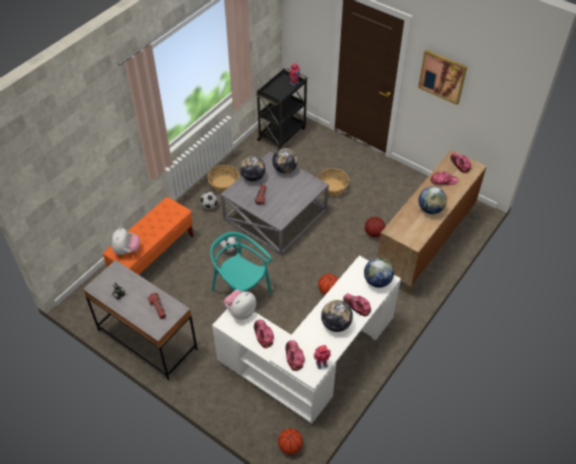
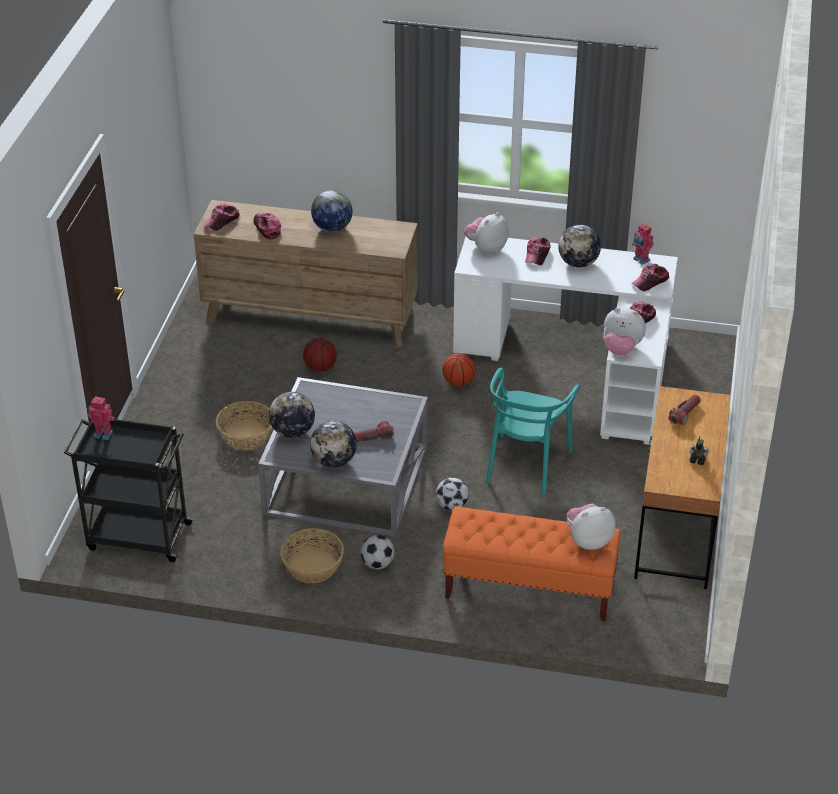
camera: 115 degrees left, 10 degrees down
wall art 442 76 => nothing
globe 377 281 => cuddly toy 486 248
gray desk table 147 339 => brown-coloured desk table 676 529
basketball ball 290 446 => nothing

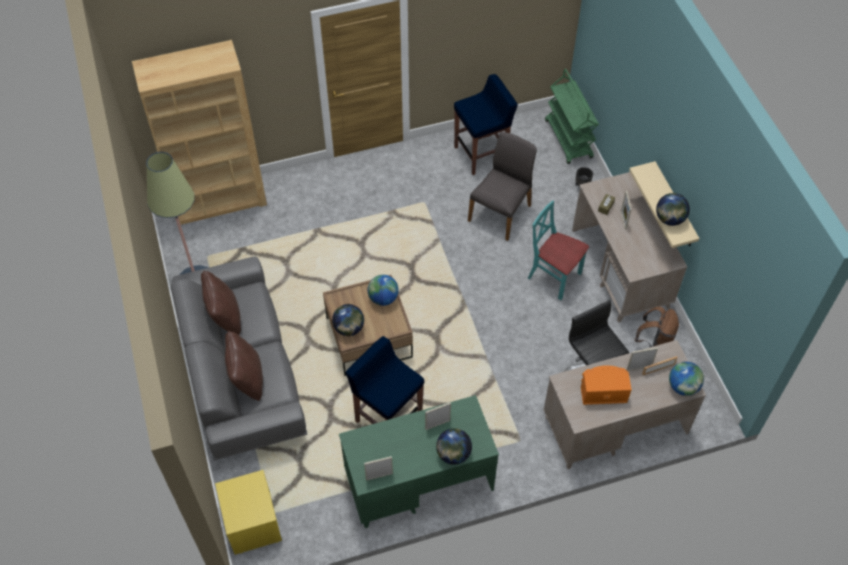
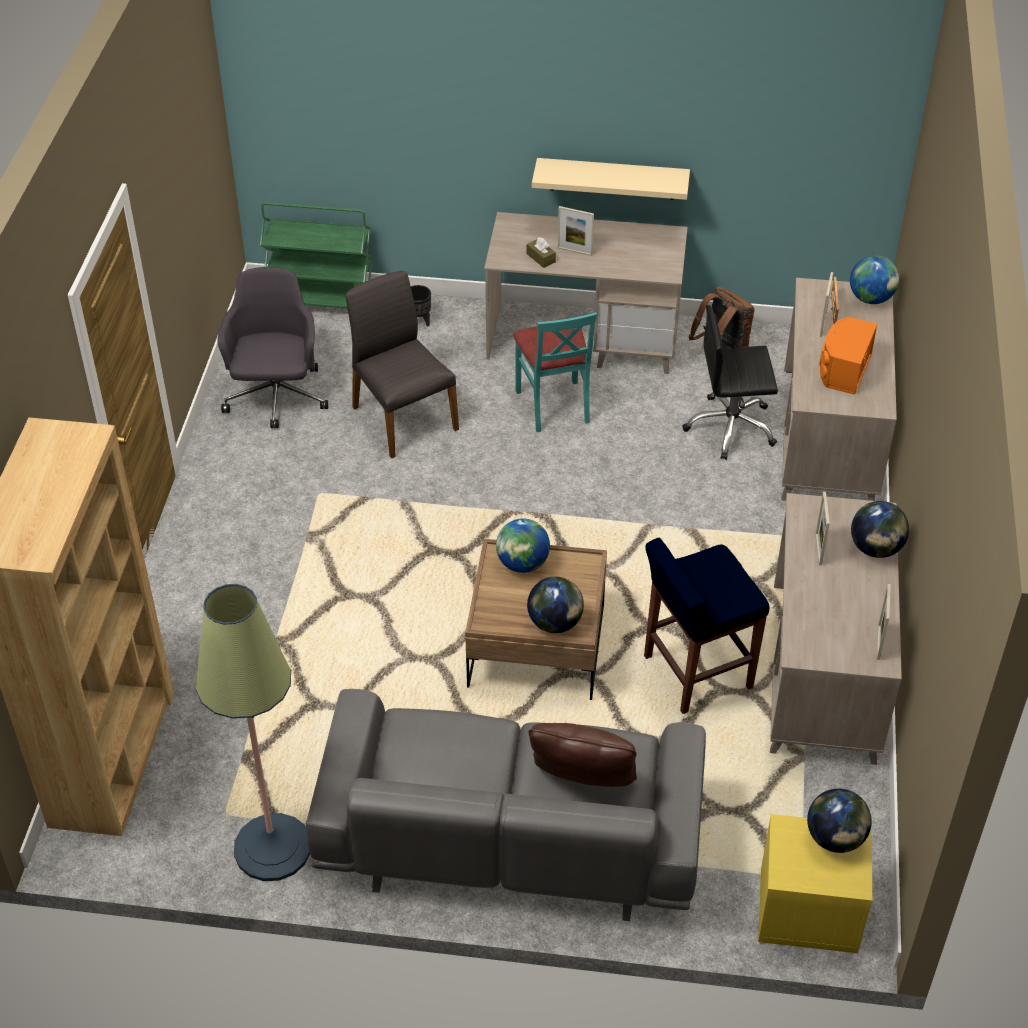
camera: 65 degrees left, 10 degrees down
blue stool 482 154 => gray desk chair 277 398
globe 669 219 => globe 835 838, shifted
blue-green chair 554 276 => blue-green chair 554 405, 75 degrees counterclockwise
brown-coloured throw pillow 225 317 => nothing
green-coloured desk table 418 482 => beige-coloured desk table 824 674

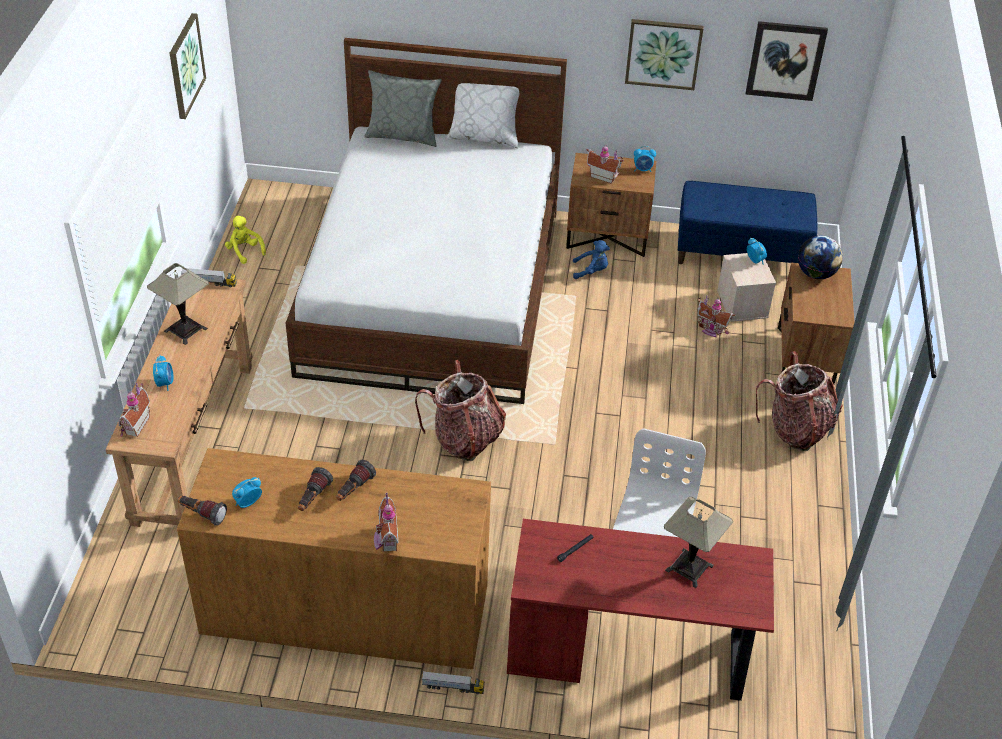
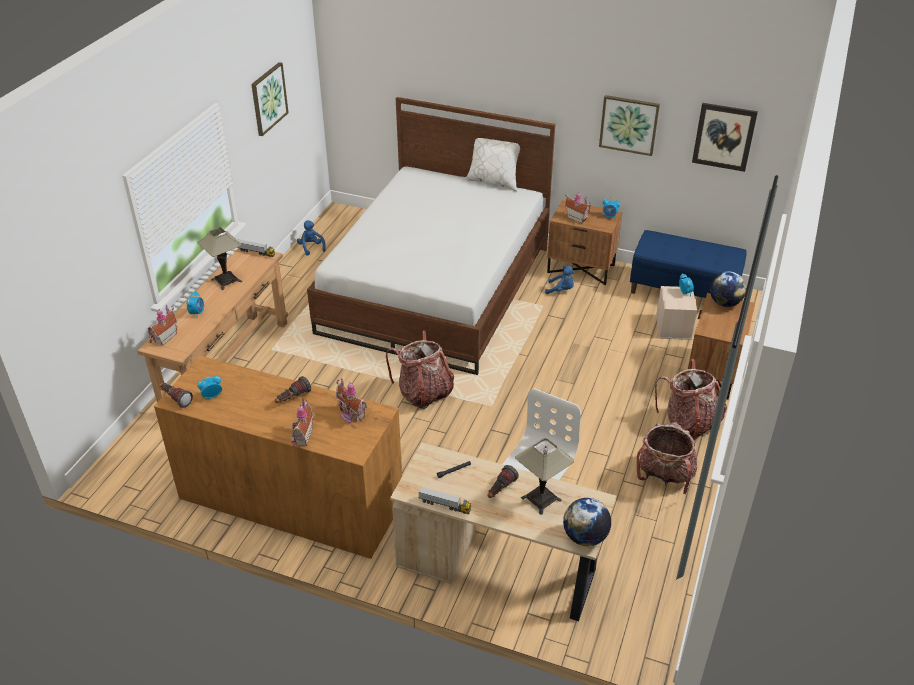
camera: 15 degrees right, 5 degrees down
gray throw pillow 403 135 => nothing
yellow cuddly toy 244 251 => blue cuddly toy 311 247
model house 711 329 => model house 350 415, shifted
flashlight 313 498 => flashlight 500 490, shifted
red-coloured desk table 631 652 => beige-coloured desk table 499 568
model truck 453 687 => model truck 444 505, shifted
nothing => rucksack 664 476
nothing => globe 585 537

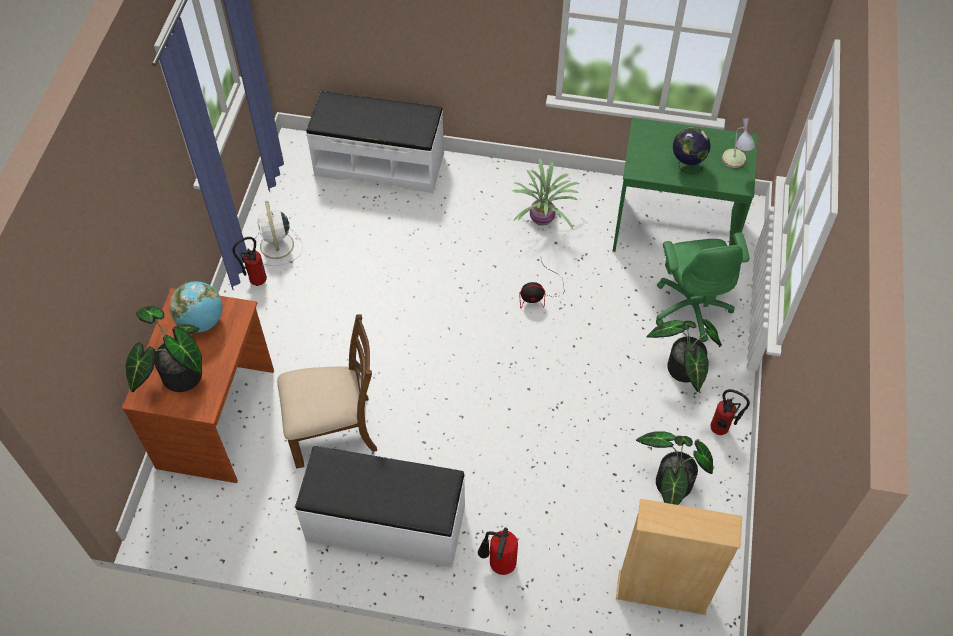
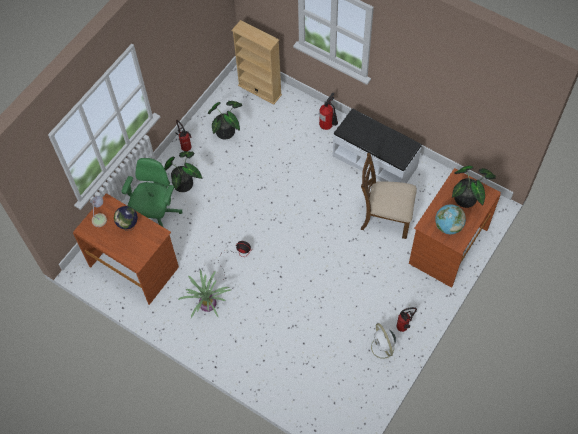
camera: 155 degrees left, 5 degrees up
white long seat 379 163 => nothing
green-coloured desk table 673 232 => brown-coloured desk table 135 266
white electric fan 277 246 => white electric fan 383 348, 150 degrees clockwise

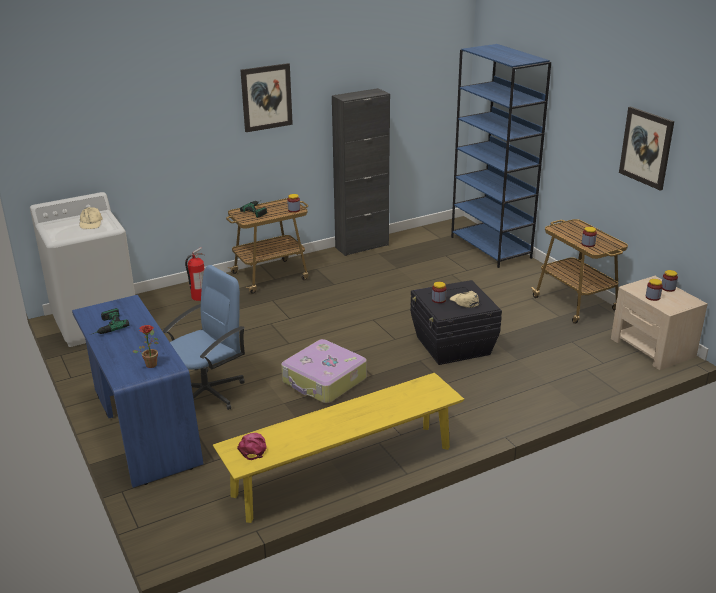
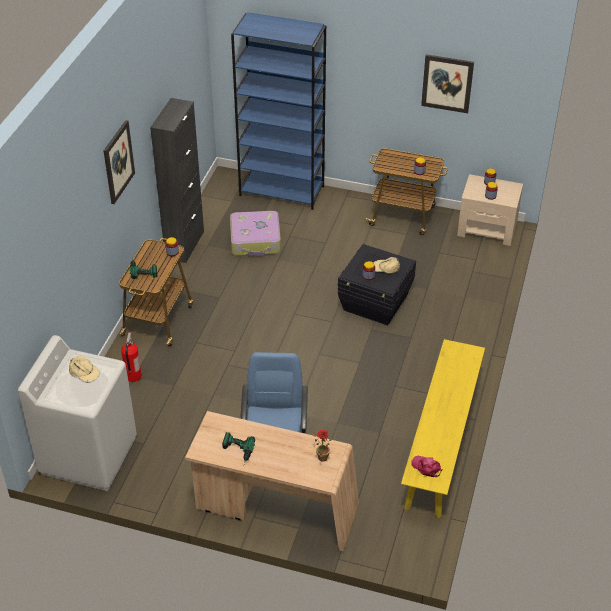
camera: 45 degrees left, 15 degrees up
blue desk table 142 427 => beige-coloured desk table 275 509
travel case 324 381 => travel case 256 240, shifted

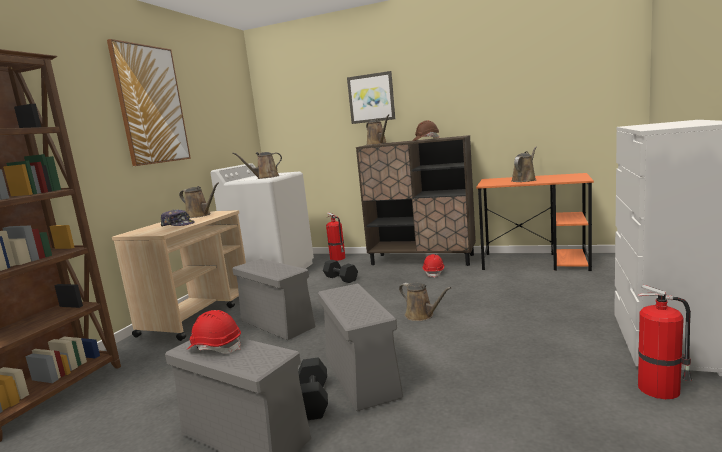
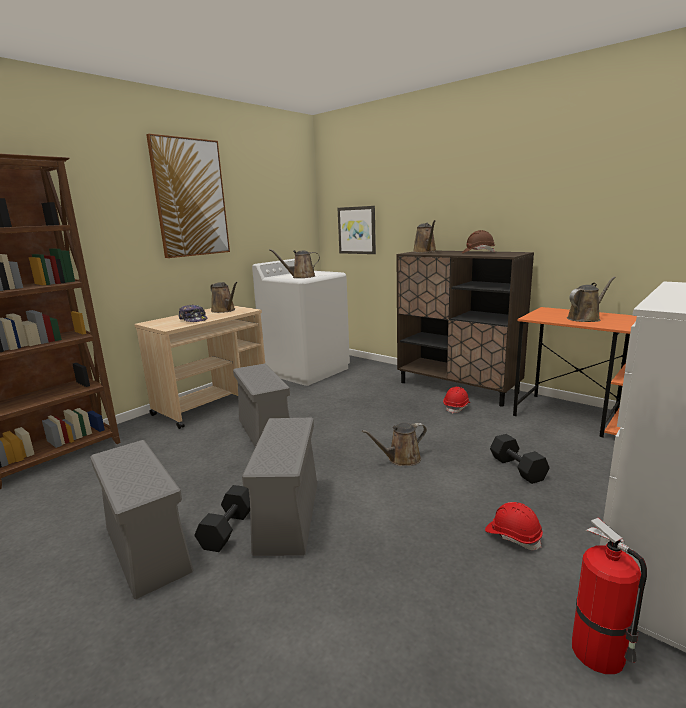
camera: 20 degrees right, 5 degrees up
wall art 371 98 => wall art 357 230, shifted
extinguisher 338 258 => nothing
black-coloured free weight 341 278 => black-coloured free weight 518 468, shifted
brown-coloured sprinkling can 421 315 => brown-coloured sprinkling can 401 459, 90 degrees clockwise
red-coloured safety helmet 215 347 => red-coloured safety helmet 513 536, shifted

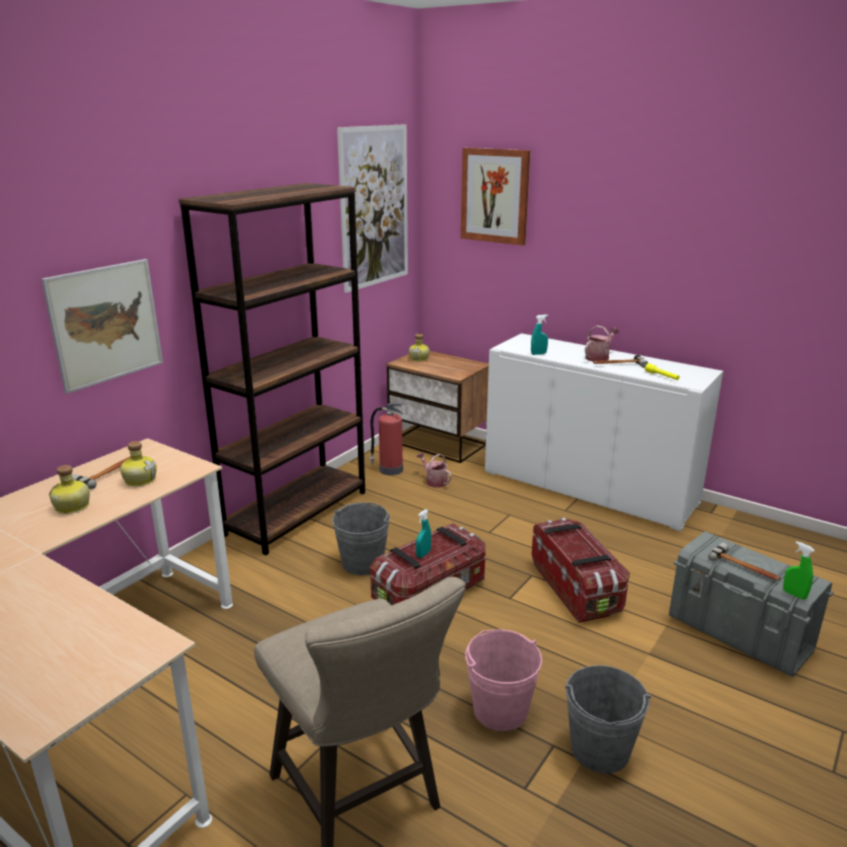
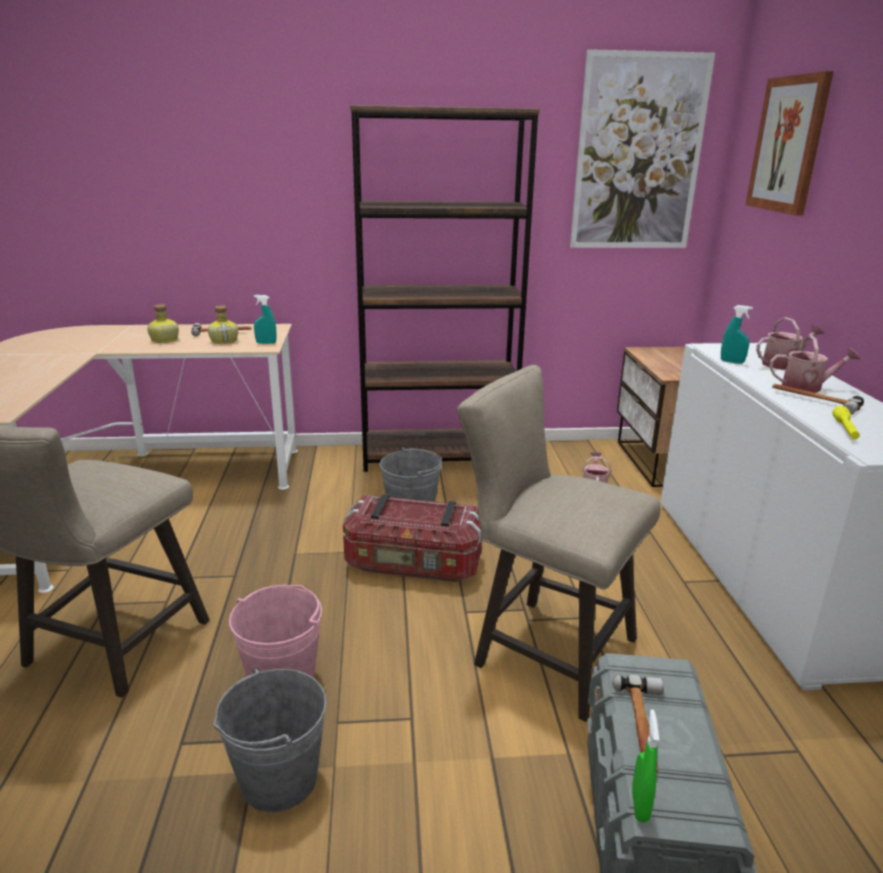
camera: 50 degrees right, 0 degrees up
wall art 106 324 => nothing
beverage bottle 419 359 => nothing
extinguisher 390 469 => nothing
blue-green hand sprayer 423 554 => blue-green hand sprayer 266 343, shifted
storage bin 576 588 => beige-coloured stool 544 649
nothing => sprinkling can 783 364

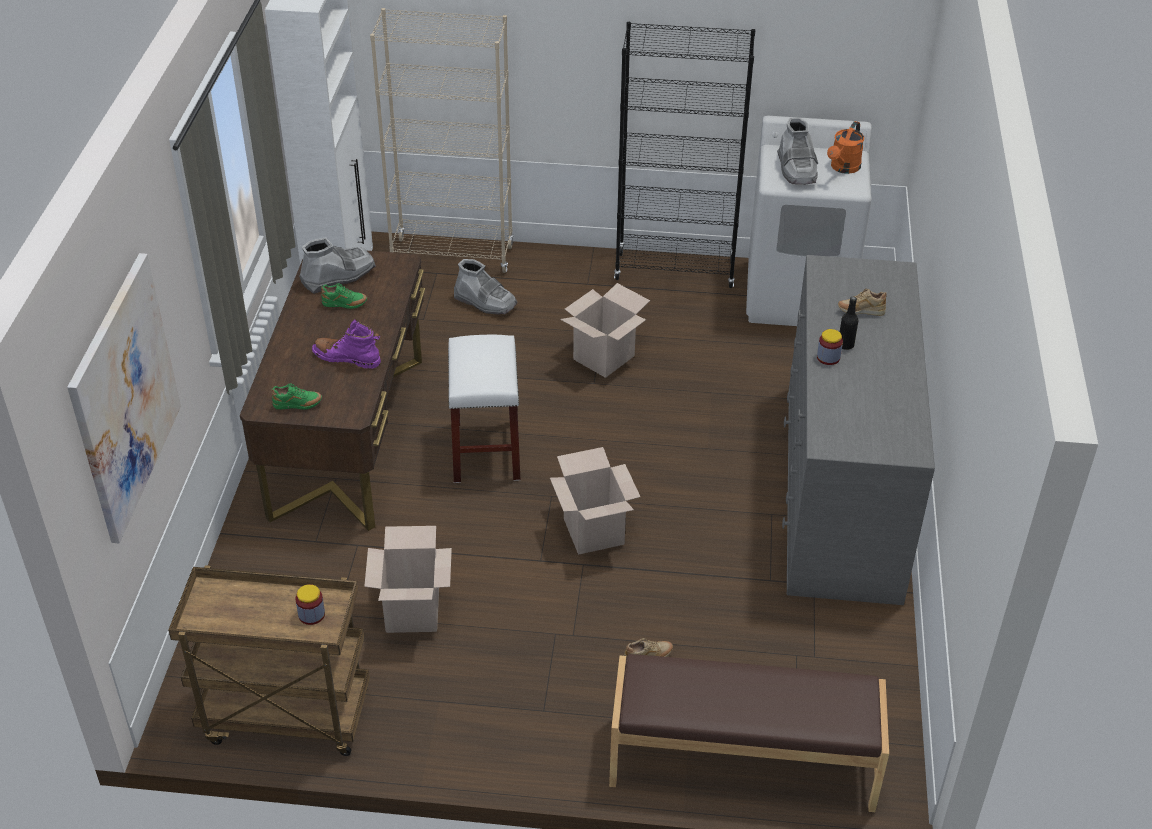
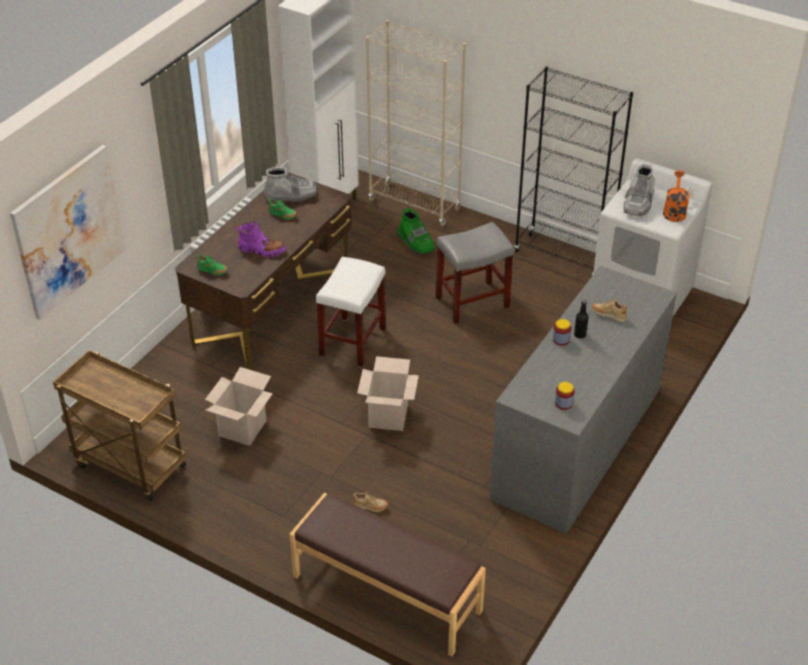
camera: 25 degrees right, 0 degrees up
orange sprinkling can 843 168 => orange sprinkling can 674 211, 135 degrees clockwise
gray boot 485 302 => green-coloured boot 416 243
carton 604 357 => gray stool 471 303
purplish boot 347 358 => purplish boot 261 250, 150 degrees clockwise
preserve jar 311 614 => preserve jar 563 403, shifted

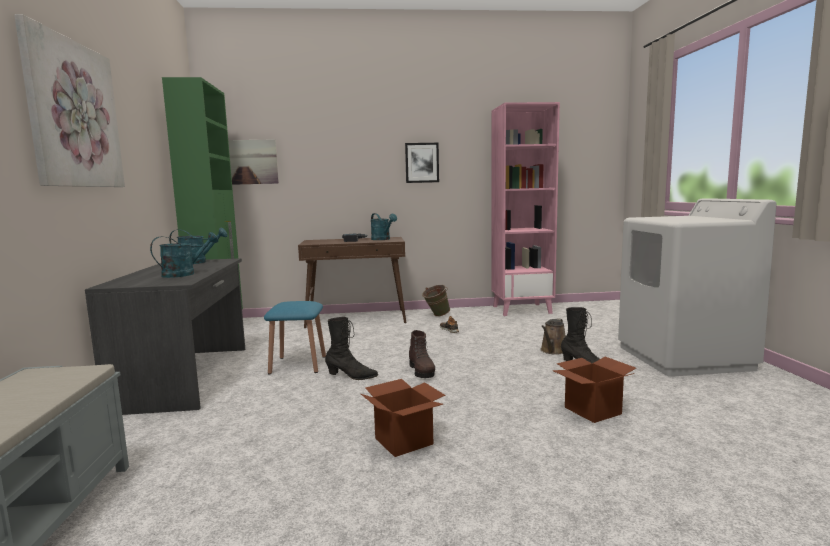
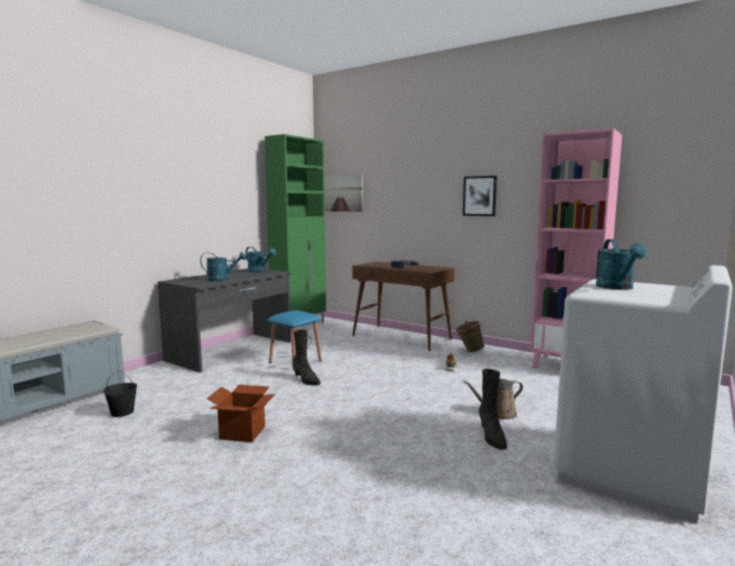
camera: 40 degrees right, 0 degrees up
wall art 74 114 => nothing
blue-green sprinkling can 382 239 => blue-green sprinkling can 617 288, shifted
brown-coloured boot 421 371 => nothing
carton 593 411 => nothing
nothing => black-coloured bucket 122 412

